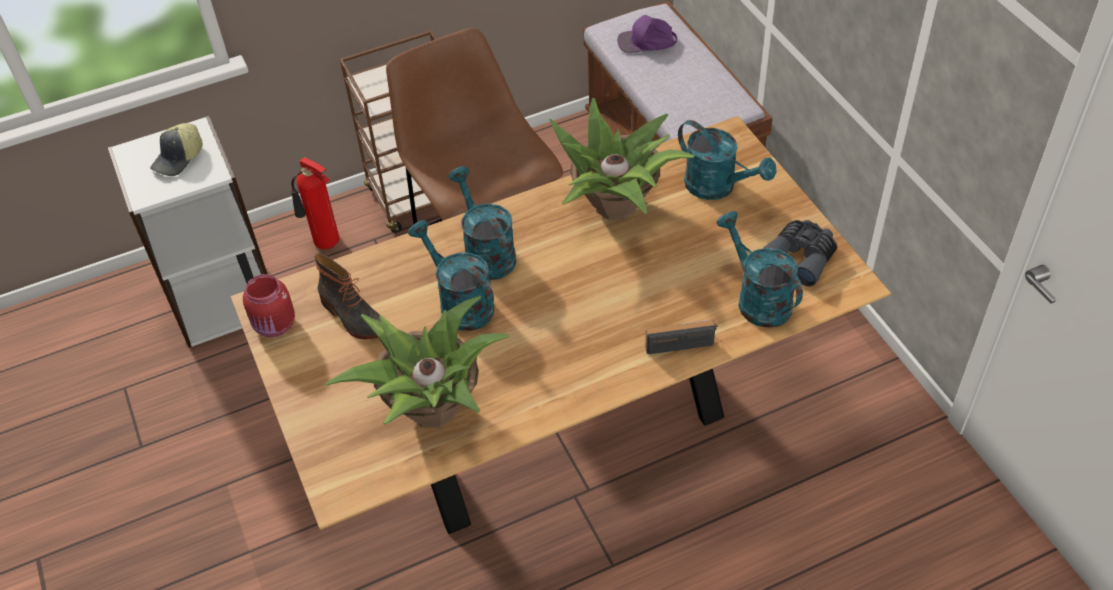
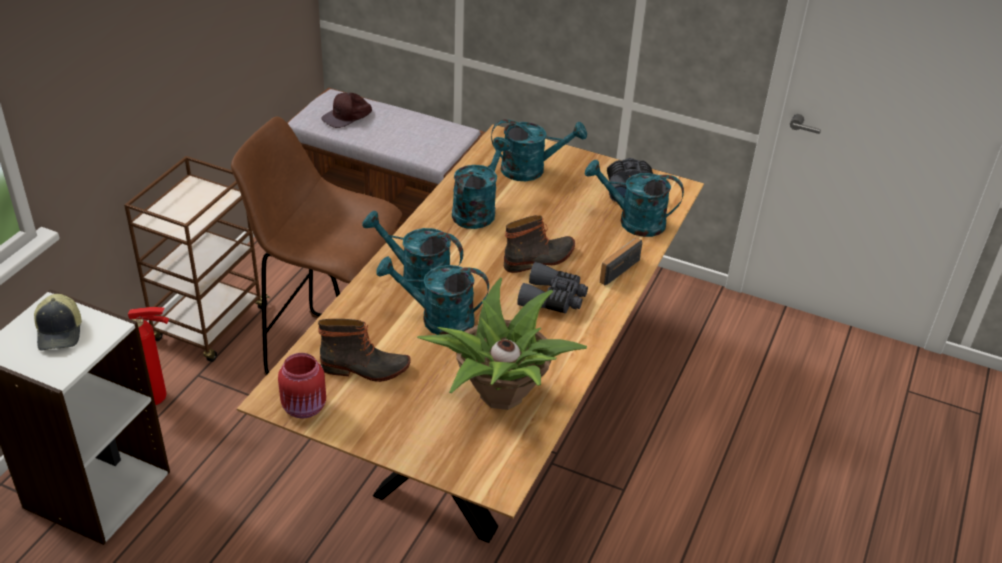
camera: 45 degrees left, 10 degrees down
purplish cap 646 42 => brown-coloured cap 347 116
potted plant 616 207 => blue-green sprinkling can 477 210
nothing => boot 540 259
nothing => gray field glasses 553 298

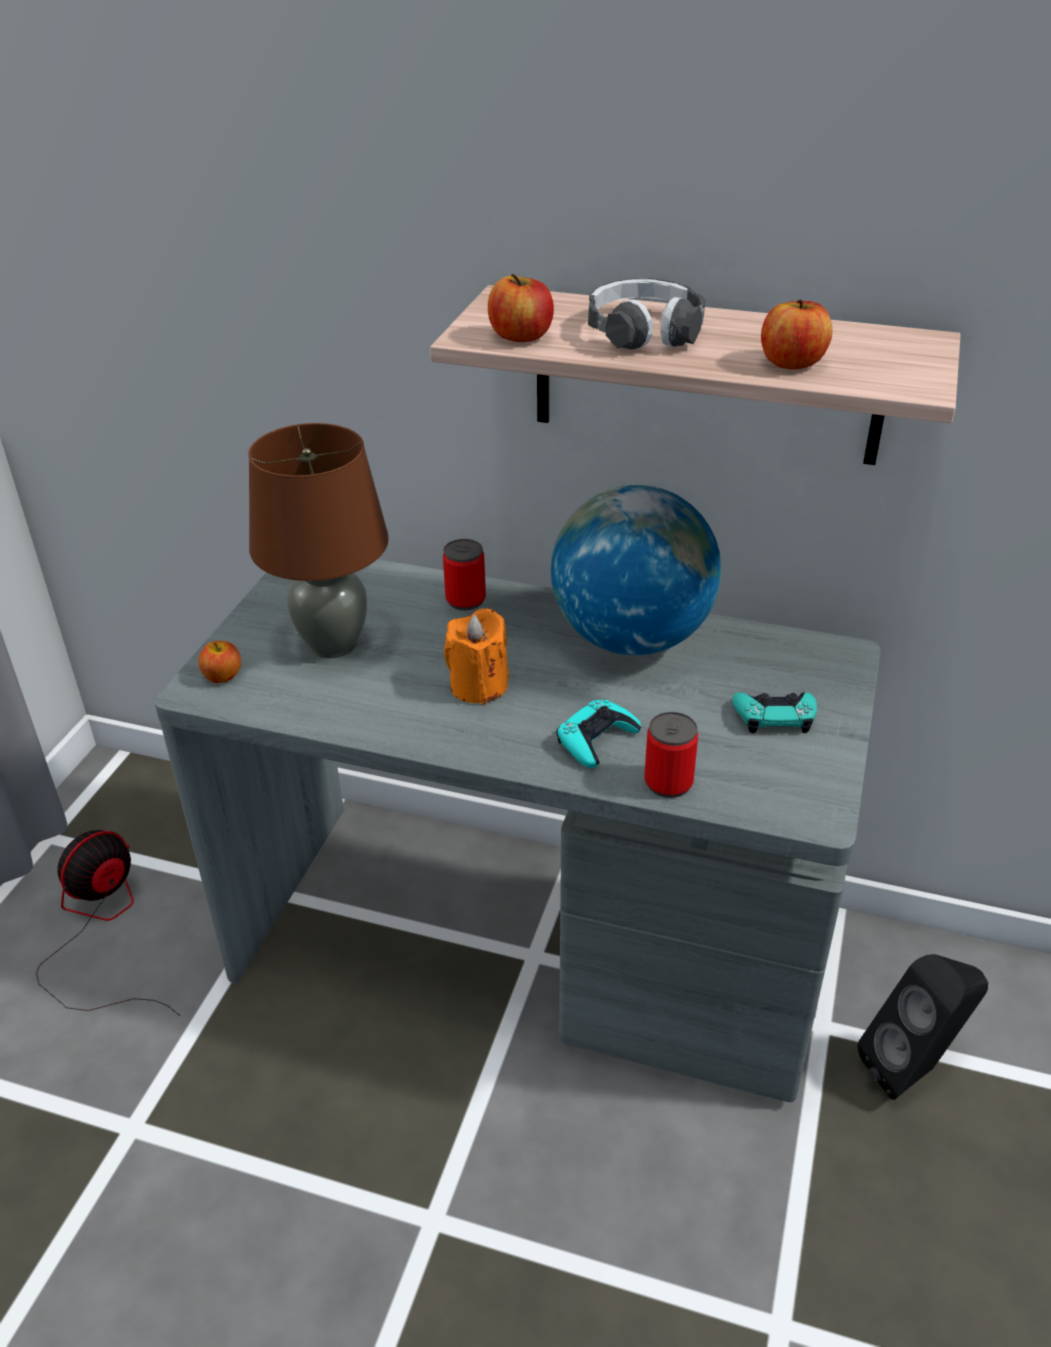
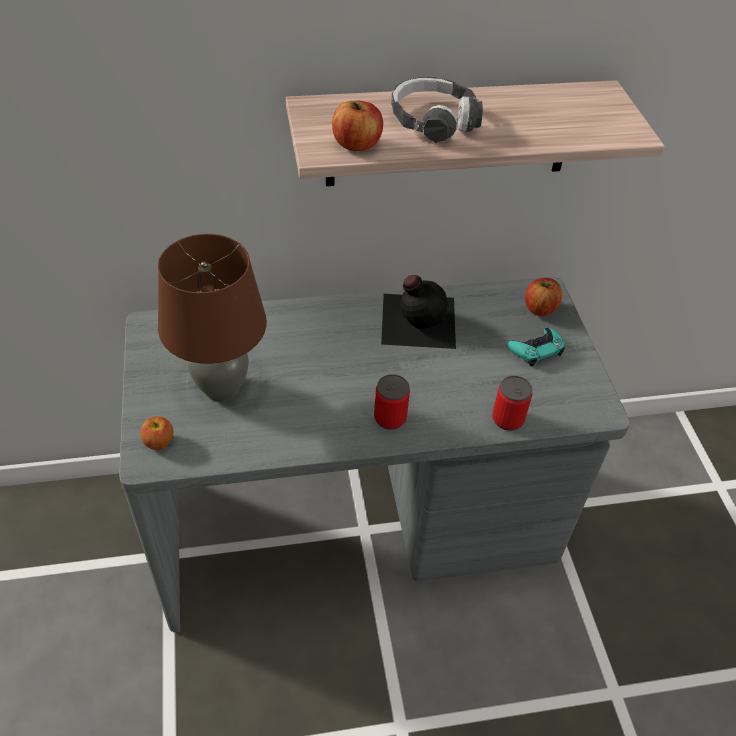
camera: 30 degrees left, 10 degrees up
whole apple 792 363 => whole apple 540 308, shifted
globe 631 638 => black-coloured beverage bottle 417 319
can 465 600 => can 390 418, shifted
orange candle 479 686 => nothing
blue-green gamepad 596 740 => nothing
electric fan 101 930 => nothing
black-coloured speaker 912 1069 => nothing

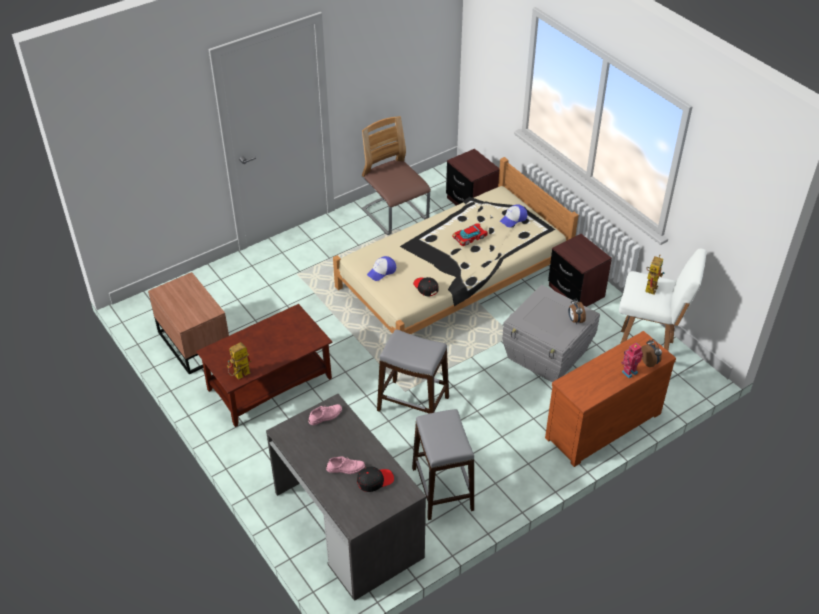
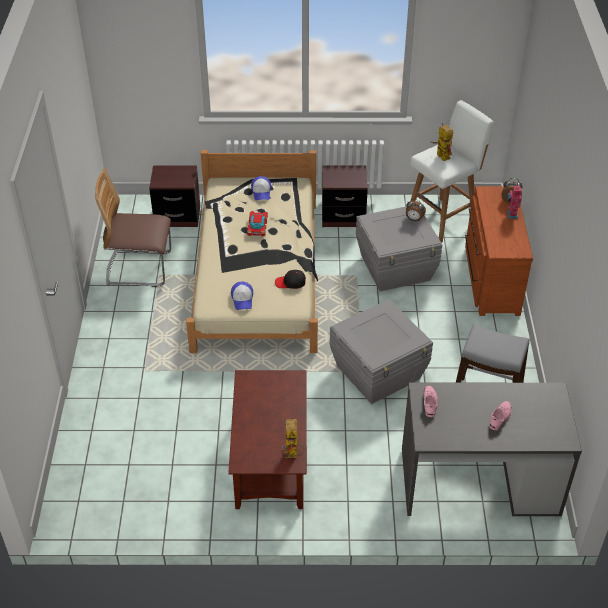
camera: 55 degrees left, 0 degrees up
brown-coloured nightstand 195 342 => nothing
gray stool 413 403 => gray storage bin 379 373
black-coloured cap 374 480 => nothing

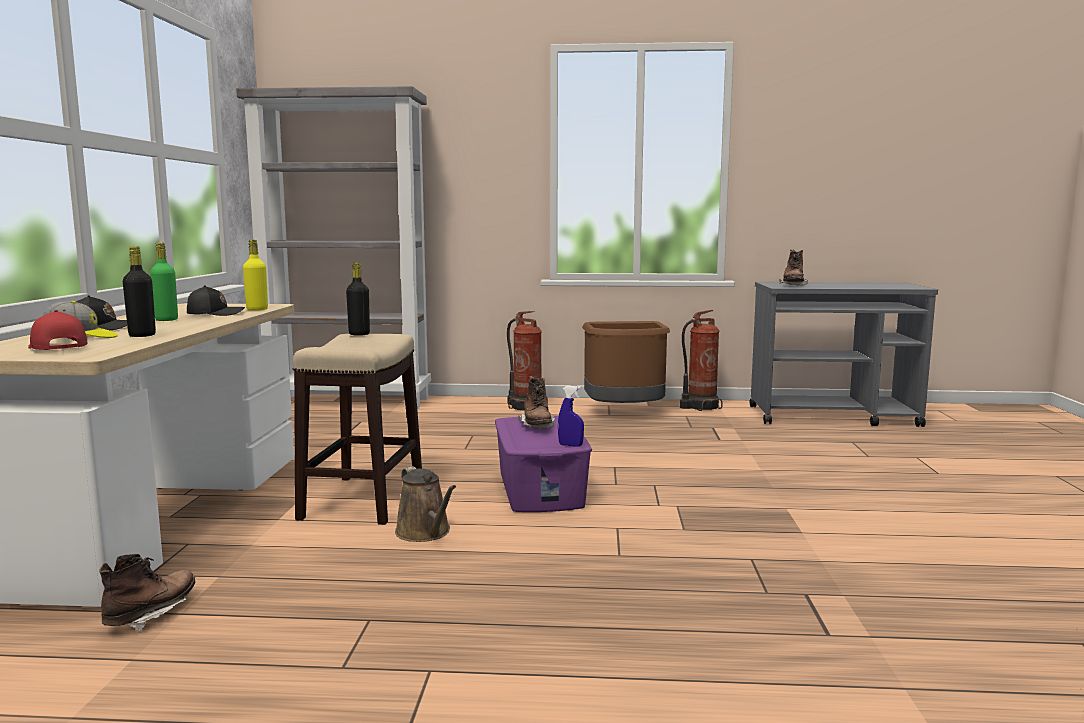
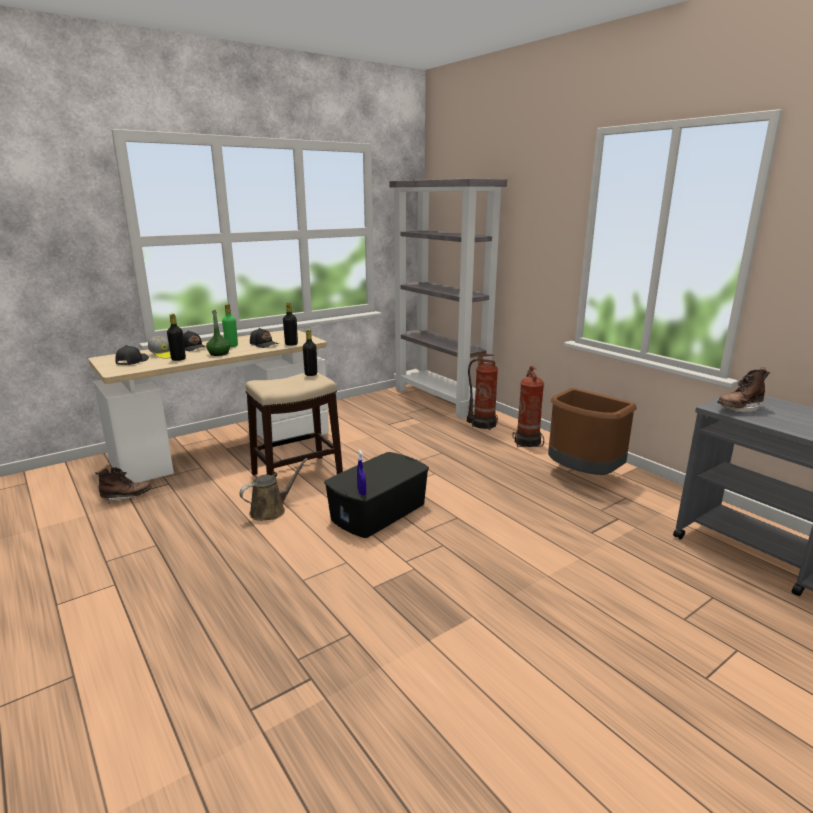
camera: 50 degrees right, 10 degrees up
yellow beverage bottle 257 309 => black-coloured beverage bottle 291 344
red-coloured cap 56 347 => black-coloured cap 131 361
extinguisher 699 407 => extinguisher 483 424, shifted
brown-coloured boot 537 426 => nothing
purplish storage bin 541 489 => black-coloured storage bin 379 512
brown-coloured sprinkling can 425 533 => brown-coloured sprinkling can 271 510, 150 degrees counterclockwise
nothing => green-coloured beverage bottle 219 353

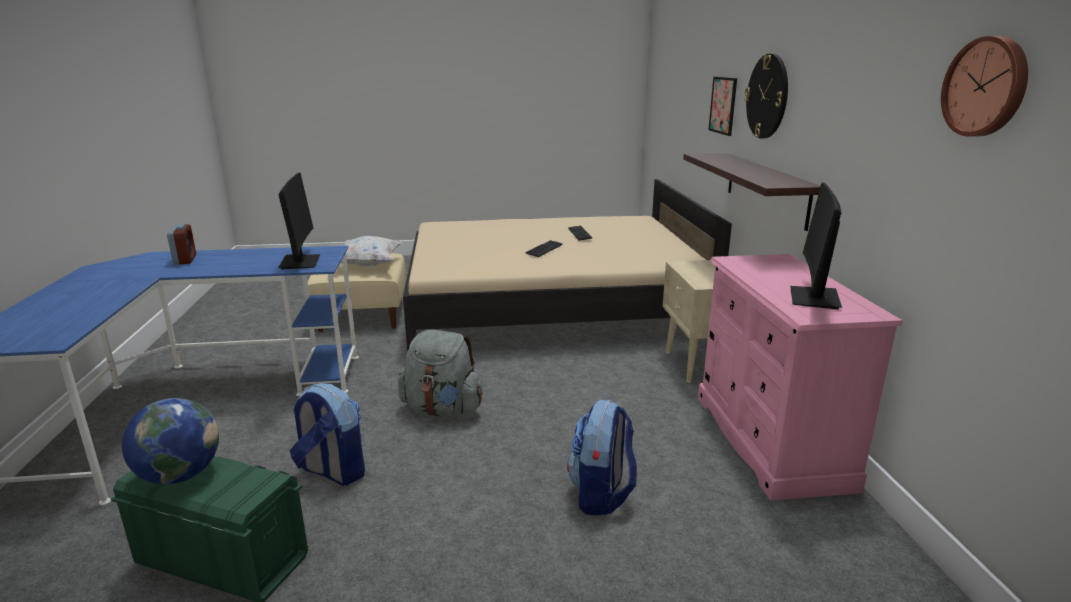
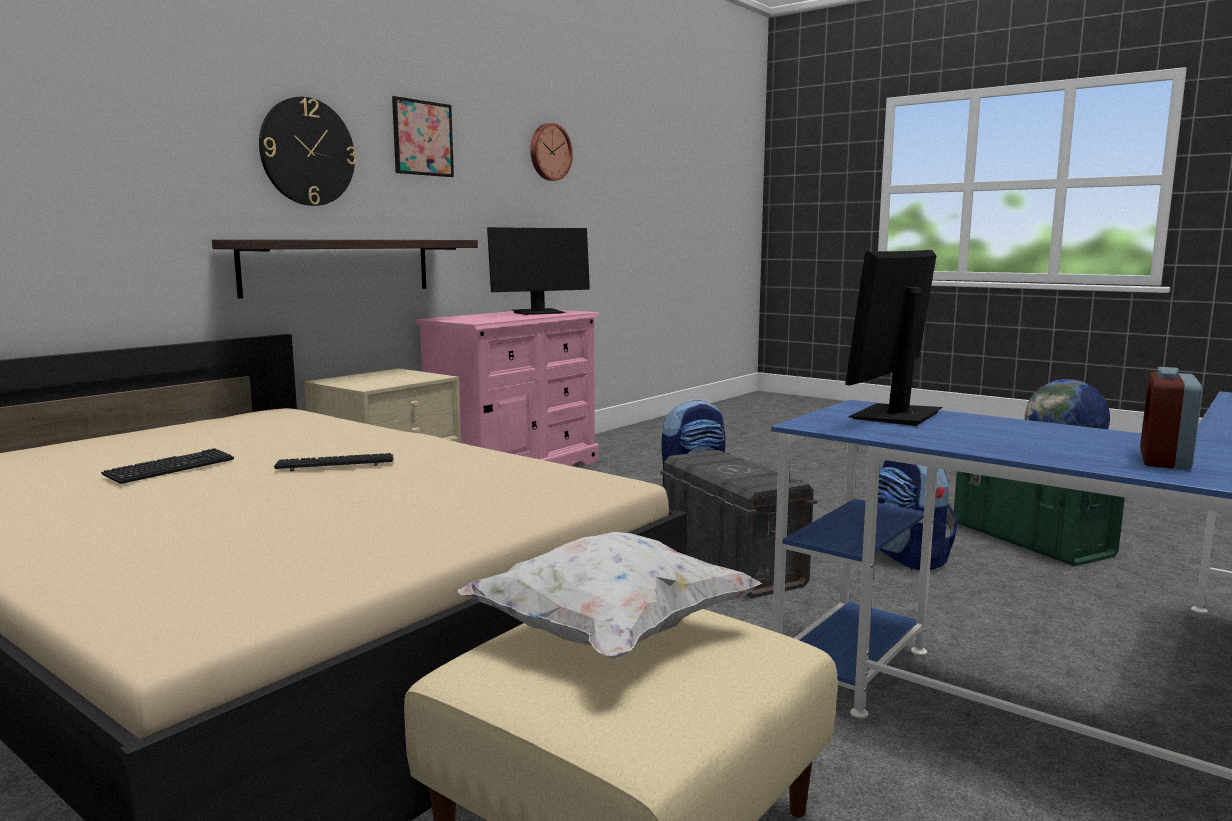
camera: 135 degrees left, 10 degrees down
wall art 723 105 => wall art 422 138, shifted
gray rucksack 442 410 => gray storage bin 732 565

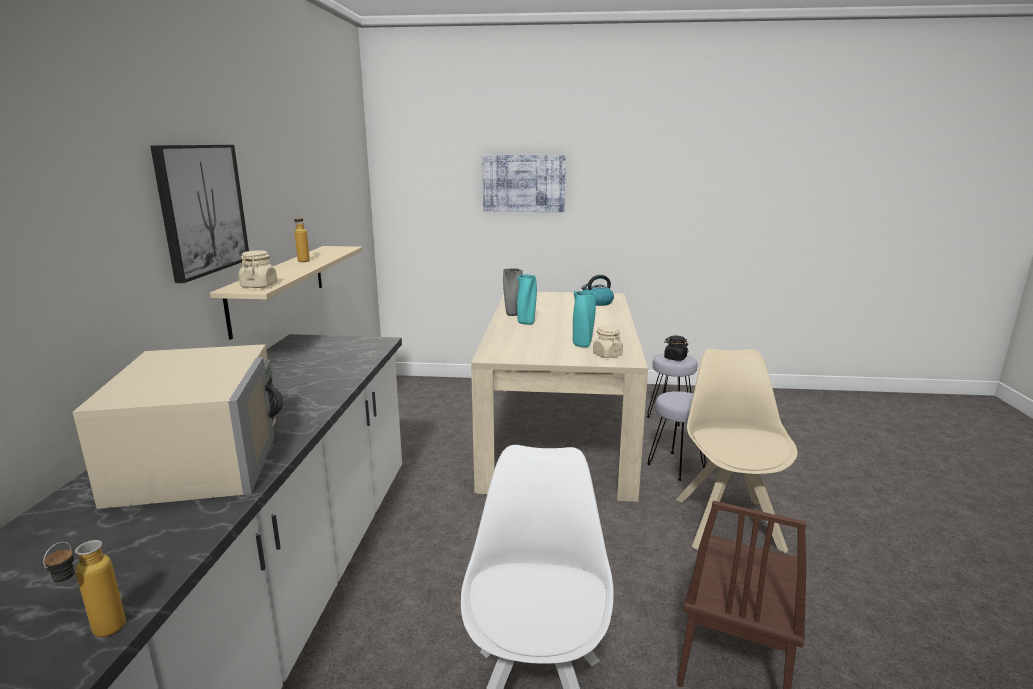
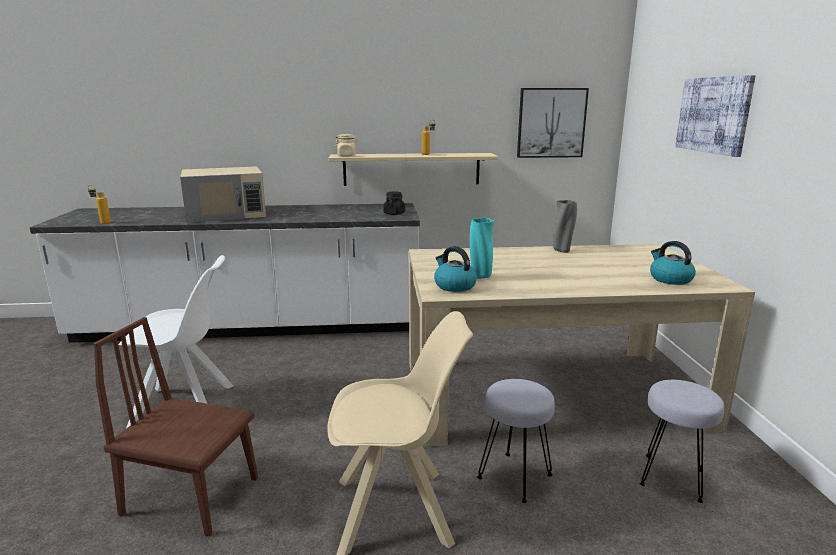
camera: 80 degrees right, 0 degrees up
wall art 202 209 => wall art 551 123, shifted
blue-green vase 526 323 => nothing
beige-coloured preserve jar 607 355 => tea kettle 454 286
black-coloured preserve jar 675 358 => black-coloured preserve jar 394 213, shifted

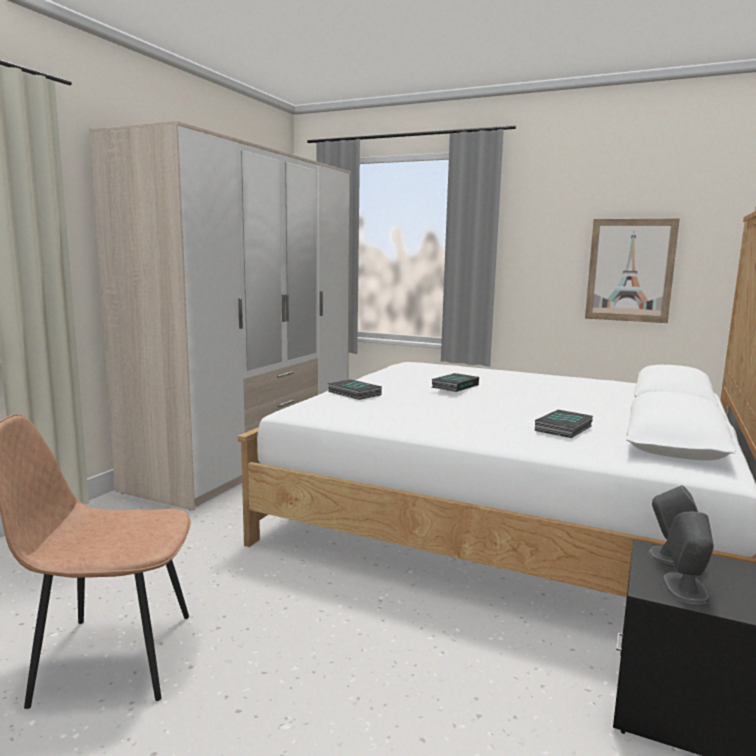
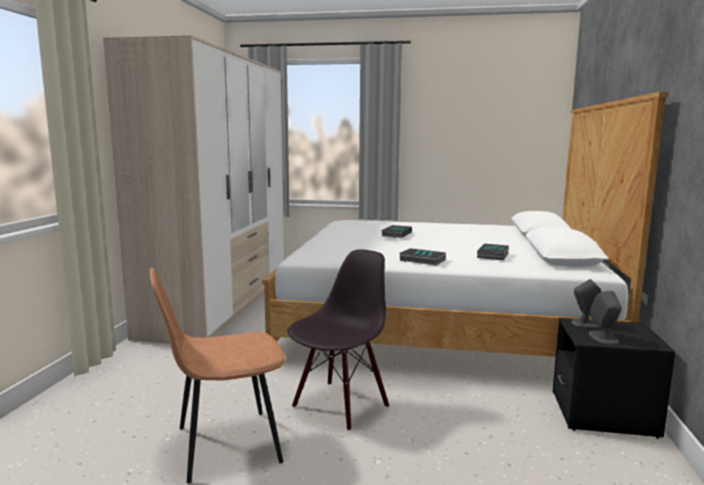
camera: 15 degrees left, 0 degrees up
wall art 630 270 => nothing
bound book 353 393 => bound book 421 260, shifted
nothing => black-coloured chair 340 405

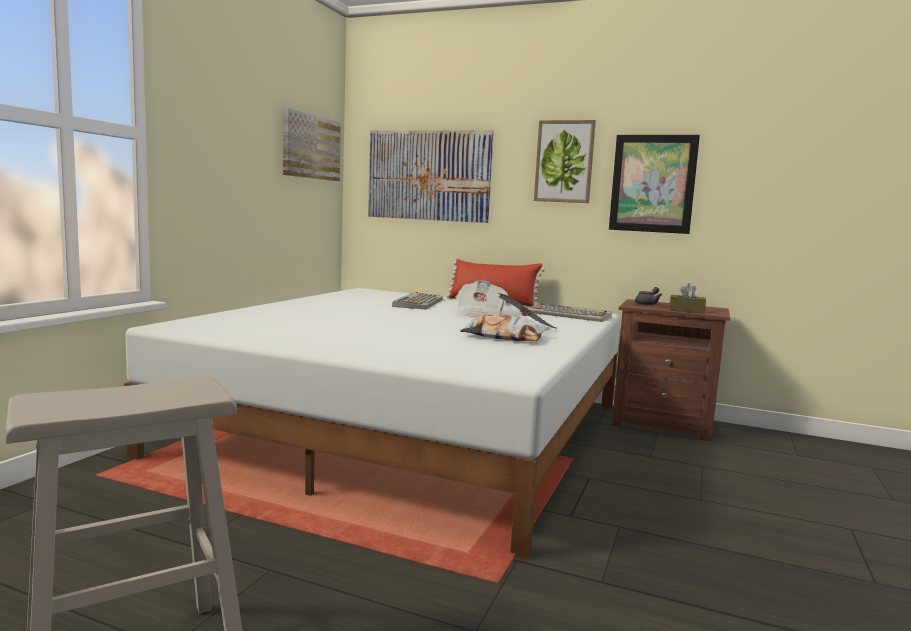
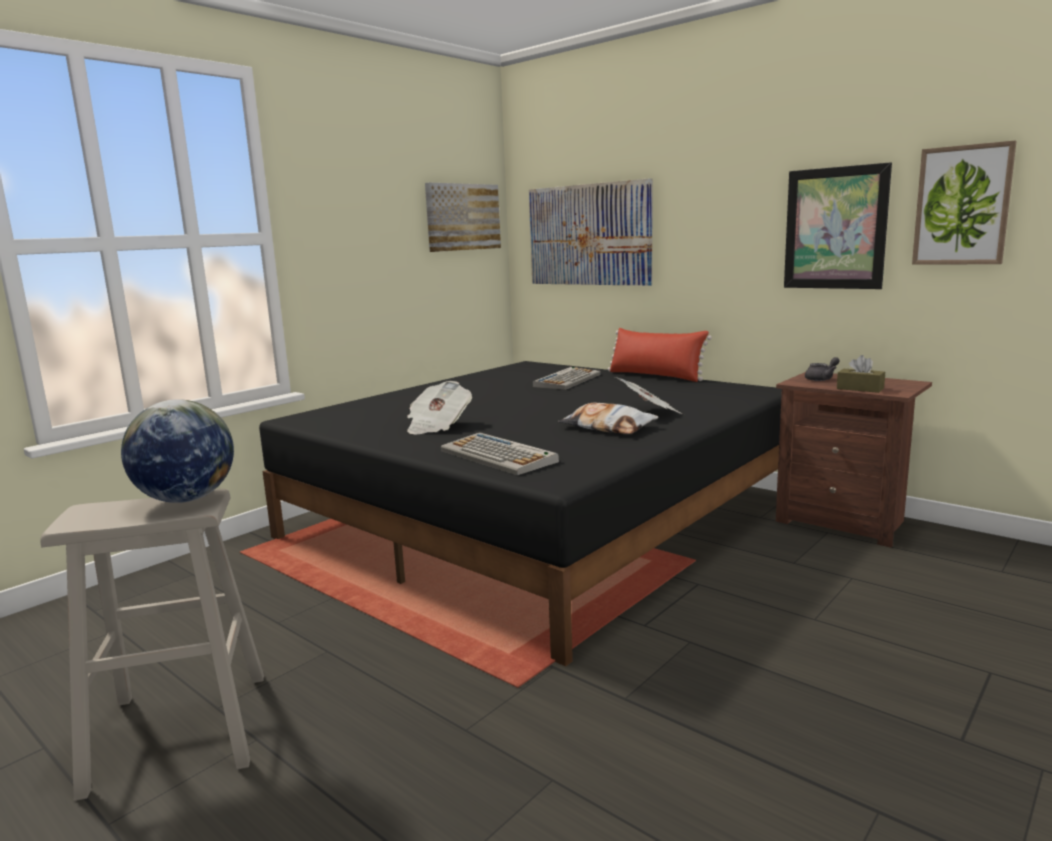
camera: 20 degrees right, 5 degrees up
wall art 564 161 => wall art 962 205, shifted
newspaper 480 314 => newspaper 437 426, shifted
white bed 410 428 => black-coloured bed 541 517
PC keyboard 569 315 => PC keyboard 499 456, shifted
nothing => globe 186 499

